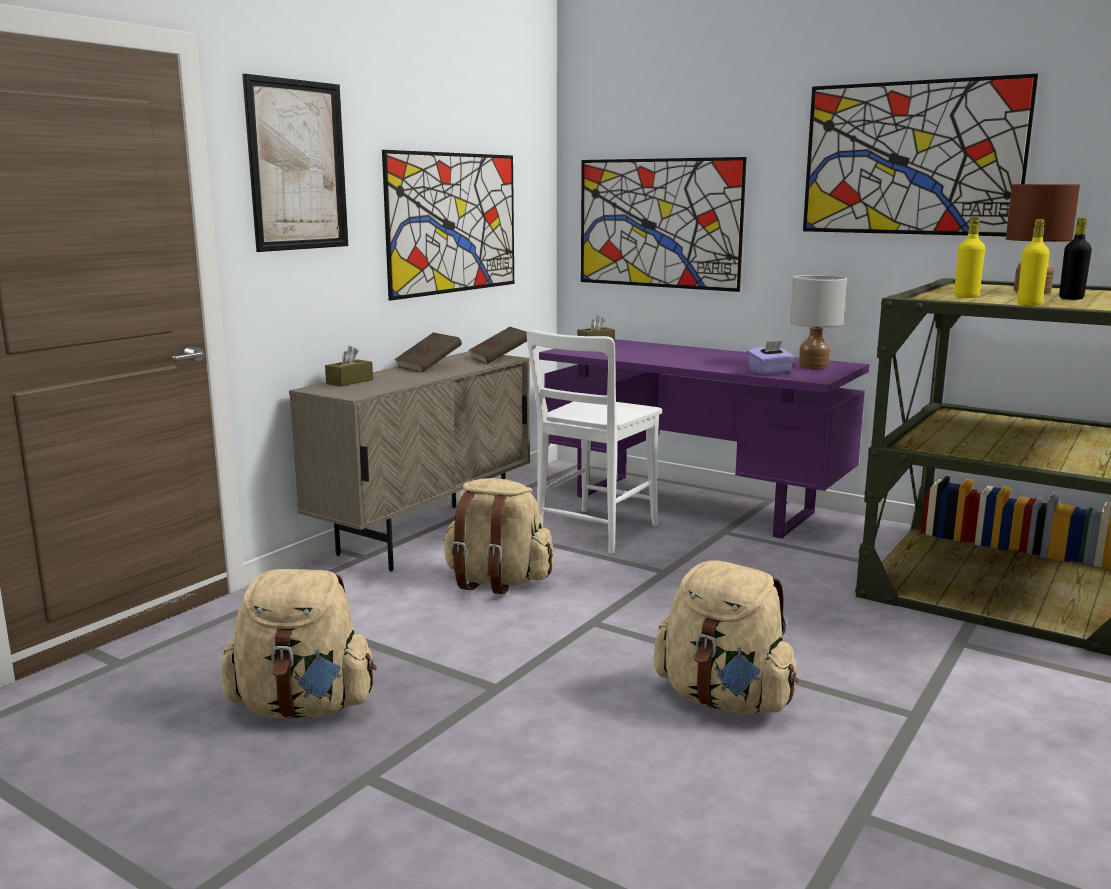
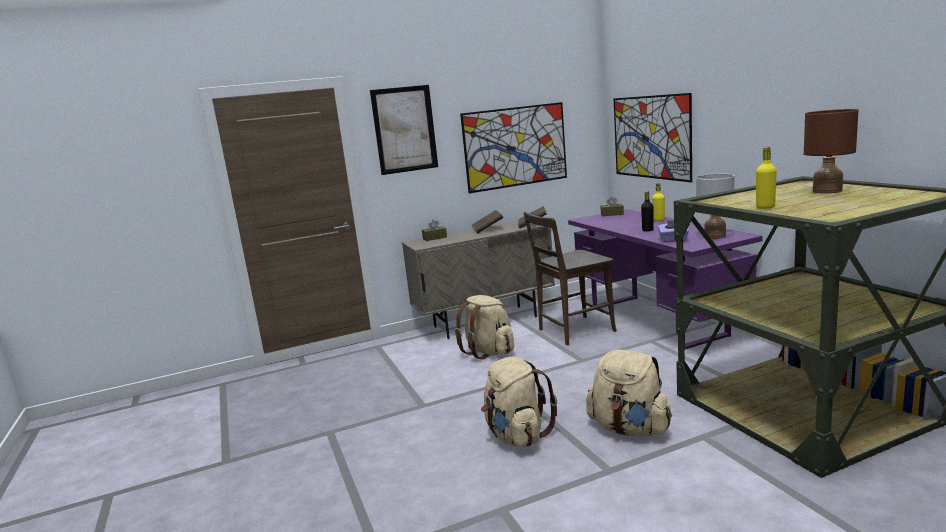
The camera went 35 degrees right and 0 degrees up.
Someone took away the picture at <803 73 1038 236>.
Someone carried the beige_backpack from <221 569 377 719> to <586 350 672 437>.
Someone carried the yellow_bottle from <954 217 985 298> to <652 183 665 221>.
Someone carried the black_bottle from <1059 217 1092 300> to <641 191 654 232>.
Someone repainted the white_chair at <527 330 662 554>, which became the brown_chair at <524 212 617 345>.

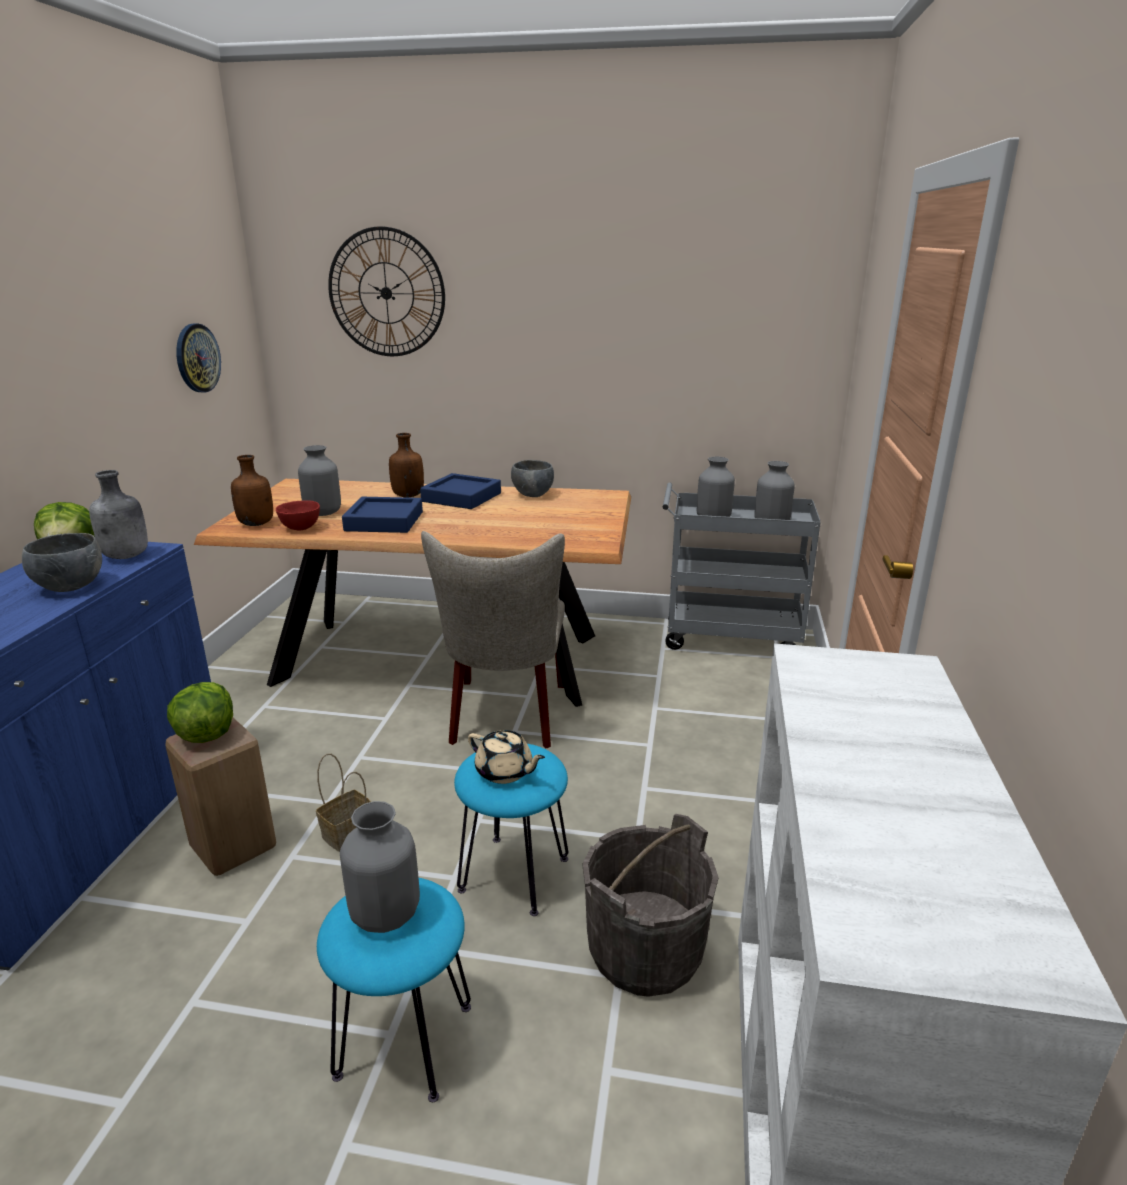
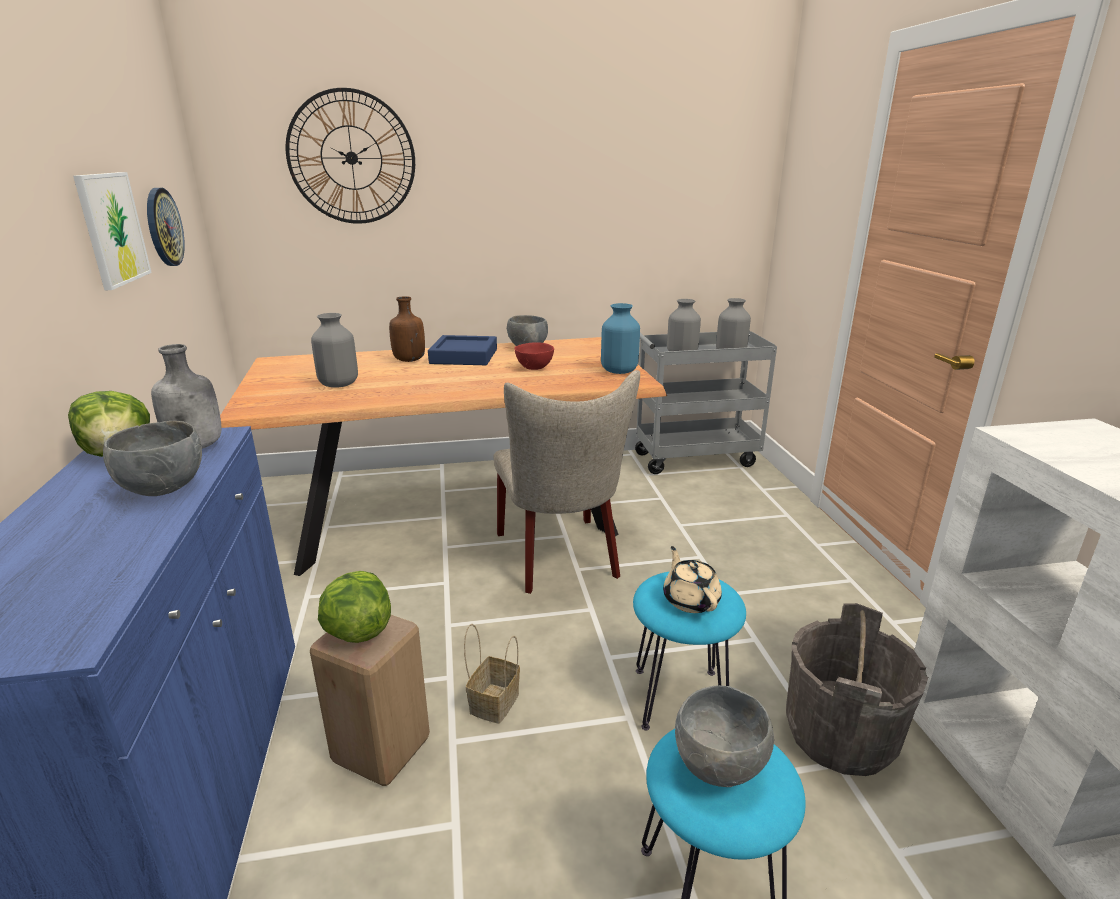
The camera went 20 degrees left and 0 degrees up.
Someone took away the brown_bottle at <231 455 273 526>.
Someone took away the blue_tray at <342 497 423 533>.
Someone put up the picture at <73 172 152 290>.
Someone put down the blue_vase at <601 303 640 374>.
Someone carried the red_bowl from <276 500 320 530> to <514 342 554 370>.
Someone swapped the grey_vase at <340 801 420 933> for the grey_bowl at <675 685 774 787>.
Someone rotated the beige_teapot at <468 730 545 784> by 120 degrees counterclockwise.

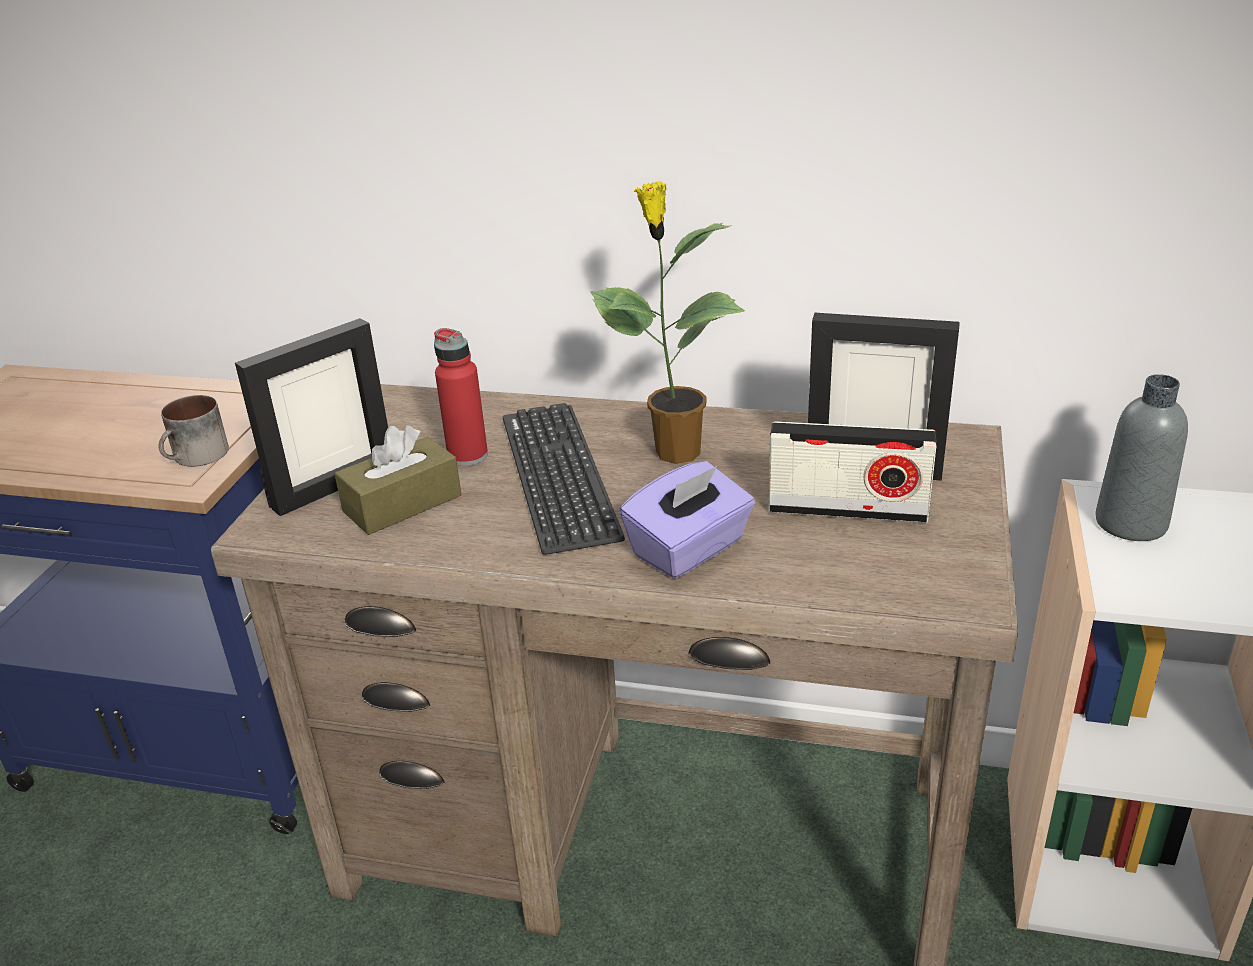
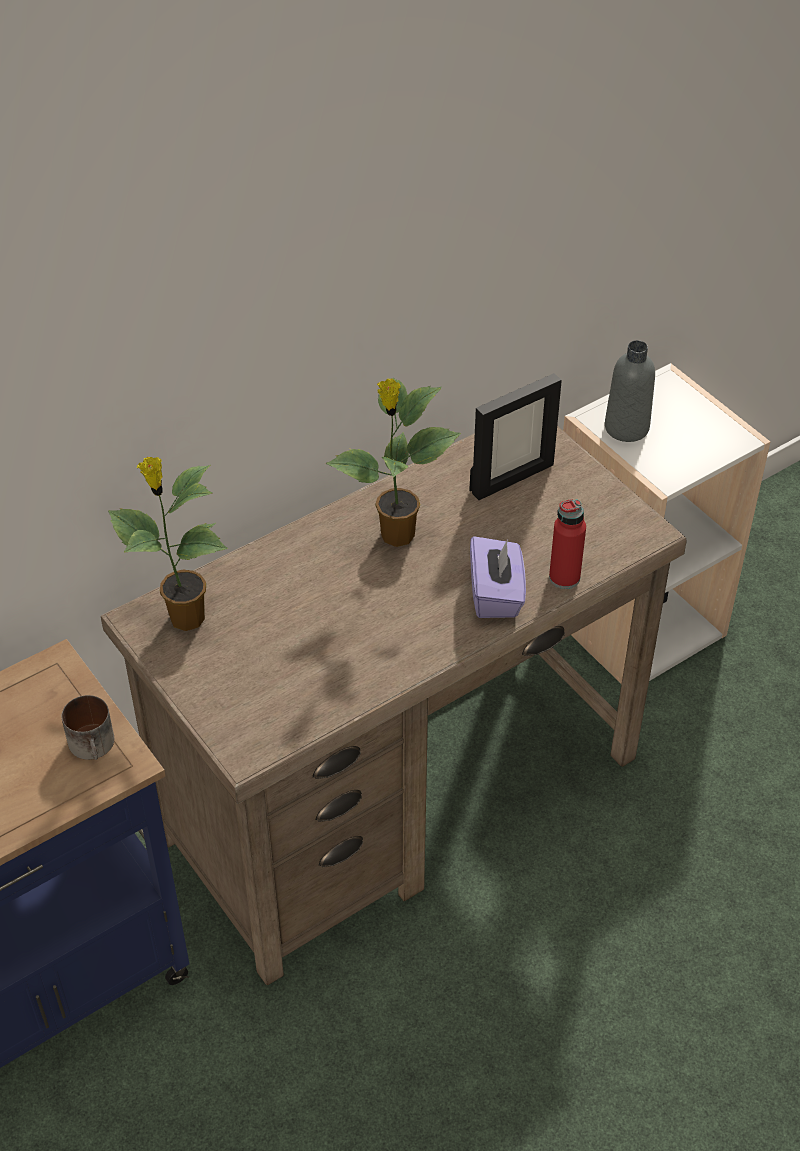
The camera went 50 degrees left and 15 degrees up.
Someone took away the picture_frame at <235 318 388 516>.
Someone took away the brown_tissue_box at <335 425 461 535>.
Someone took away the keyboard at <503 403 625 555>.
Someone took away the radio at <768 421 937 523>.
Someone put down the potted_plant at <108 457 228 631>.
Someone carried the red_bottle from <434 328 488 466> to <549 499 586 589>.

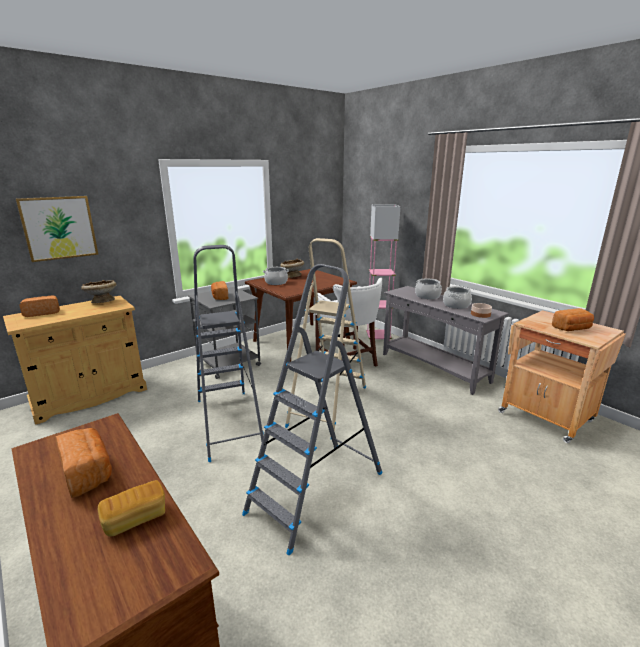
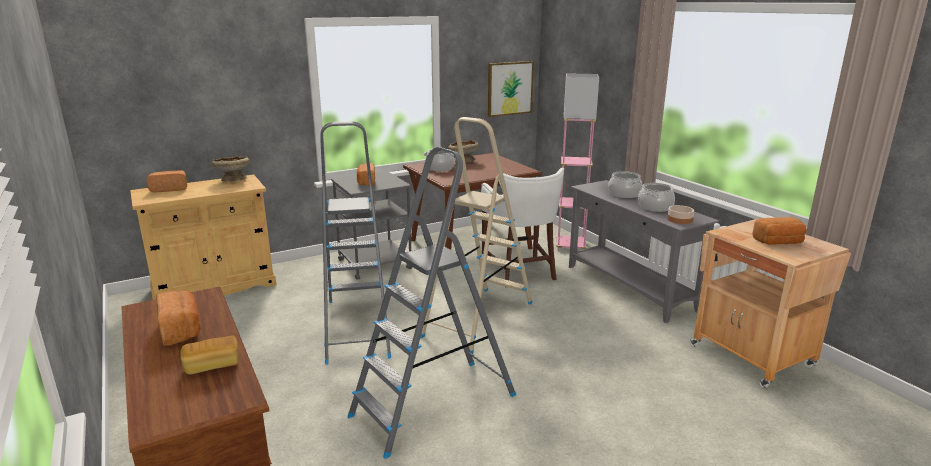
The camera went 10 degrees right and 0 degrees up.
Someone carried the picture from <16 196 99 262> to <488 61 534 117>.

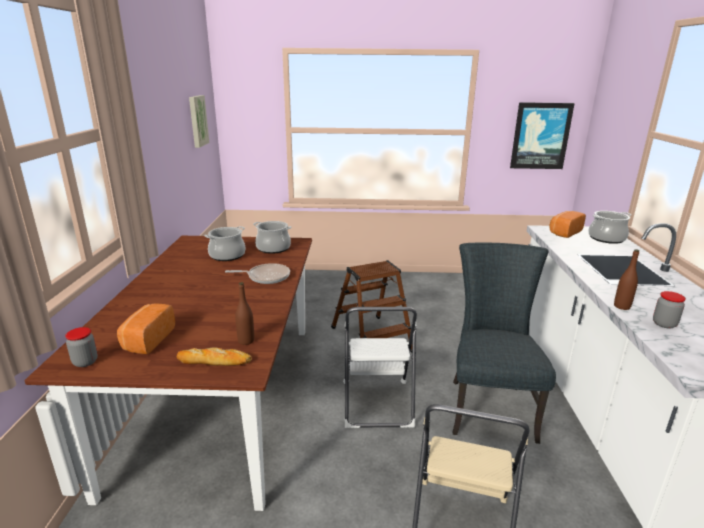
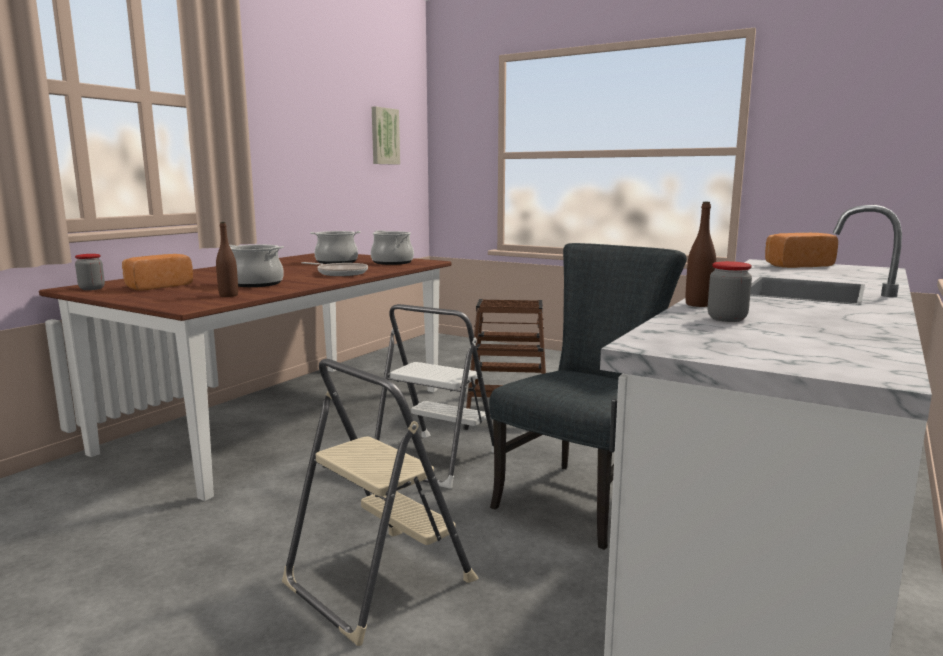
The camera went 30 degrees right and 10 degrees down.
Someone took away the bread at <176 347 252 366>.
Someone took away the picture at <510 102 575 169>.
Someone carried the cooking_pot from <588 211 631 244> to <229 245 284 287>.

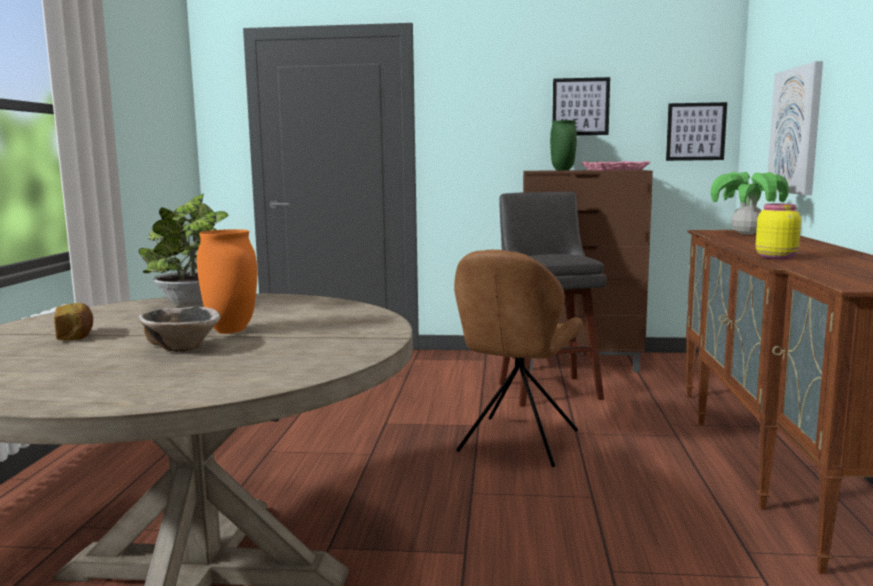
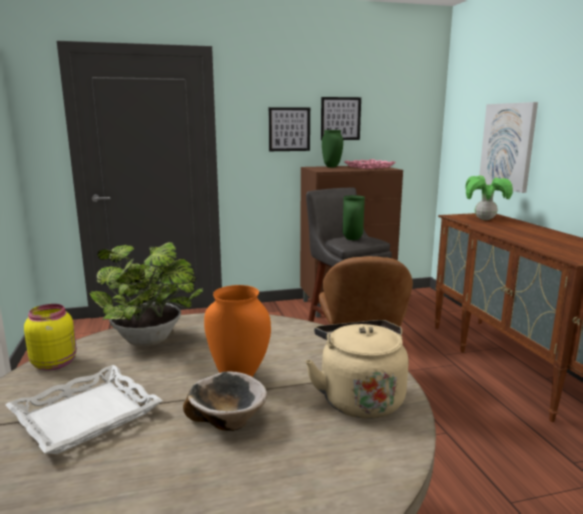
The camera went 20 degrees left and 5 degrees up.
Someone put down the beige_kettle at <305 320 409 419>.
Someone put down the green_vase at <343 195 365 240>.
Someone carried the picture from <666 102 727 161> to <269 107 310 151>.
Someone carried the yellow_jar from <756 204 801 259> to <24 304 77 370>.
Someone swapped the bread at <54 303 93 341> for the white_tray at <5 365 163 454>.

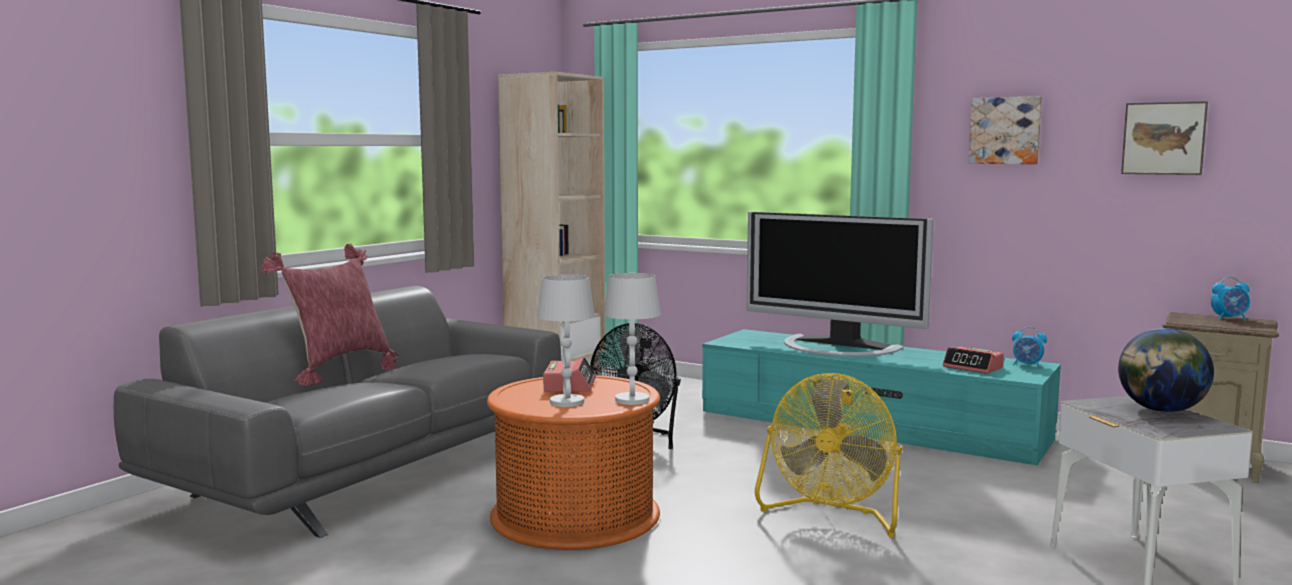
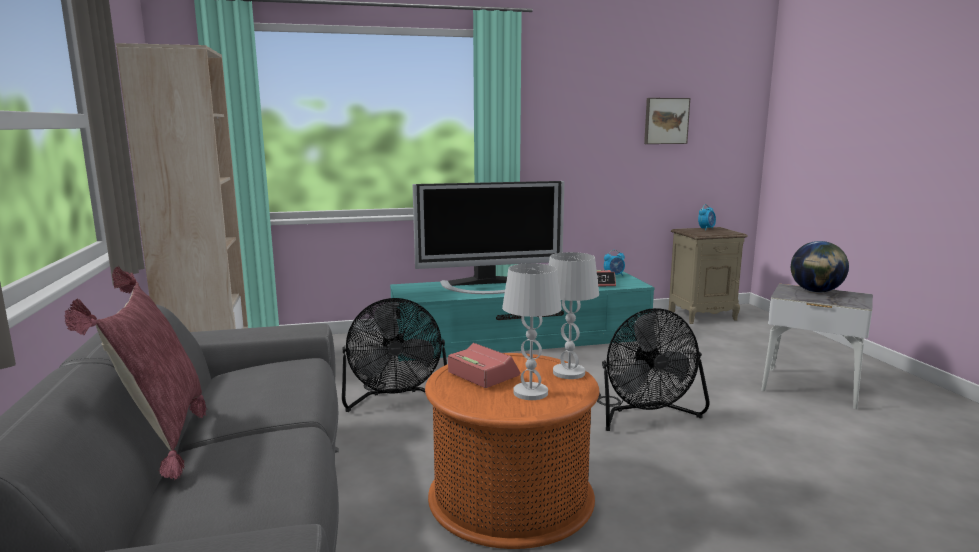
The camera went 45 degrees left and 5 degrees up.
Someone took away the picture at <968 96 1042 164>.
Someone repainted the yellow_fan at <755 373 902 537>, which became the black_fan at <597 308 710 431>.

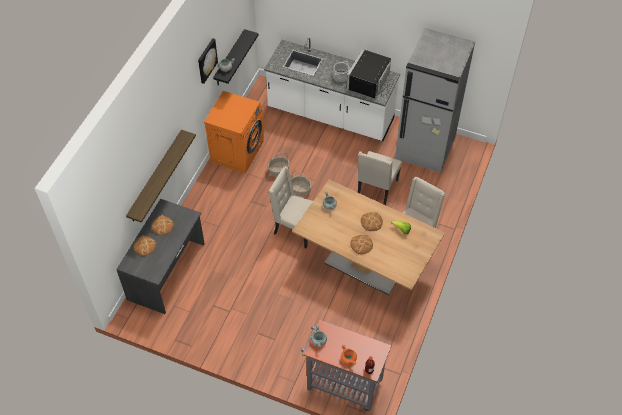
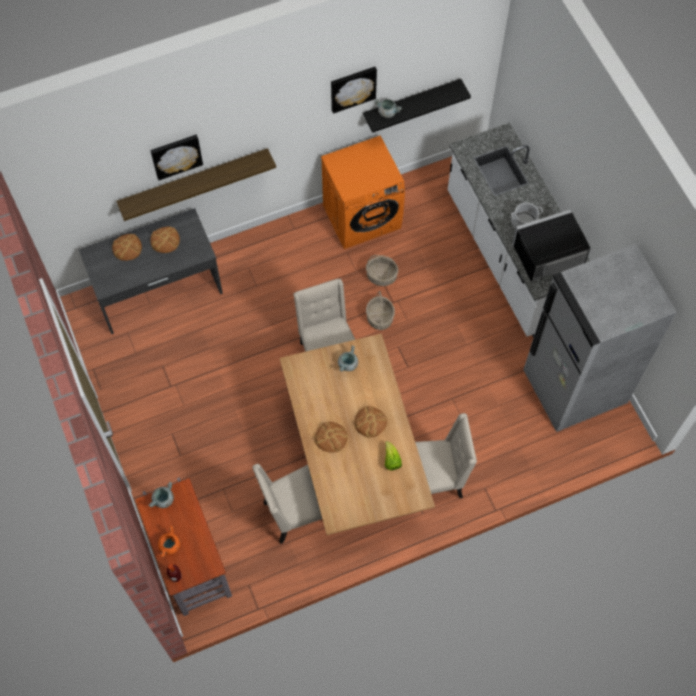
The camera went 45 degrees right and 10 degrees up.
Someone put up the picture at <150 135 203 180>.
Someone carried the beige_chair from <358 151 402 205> to <252 464 322 544>.

